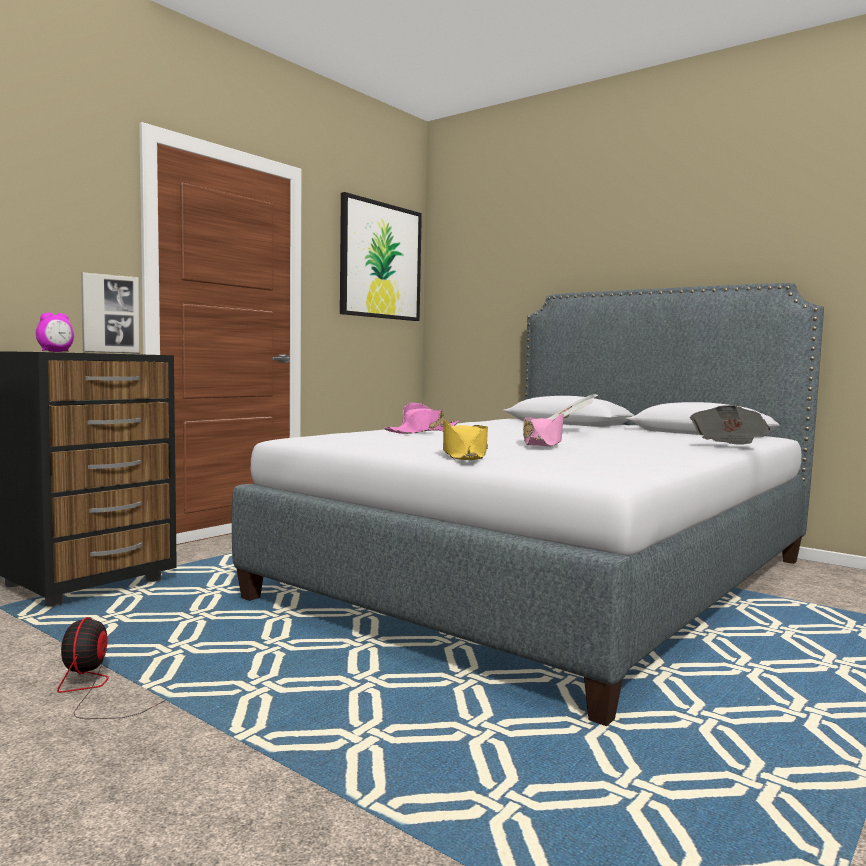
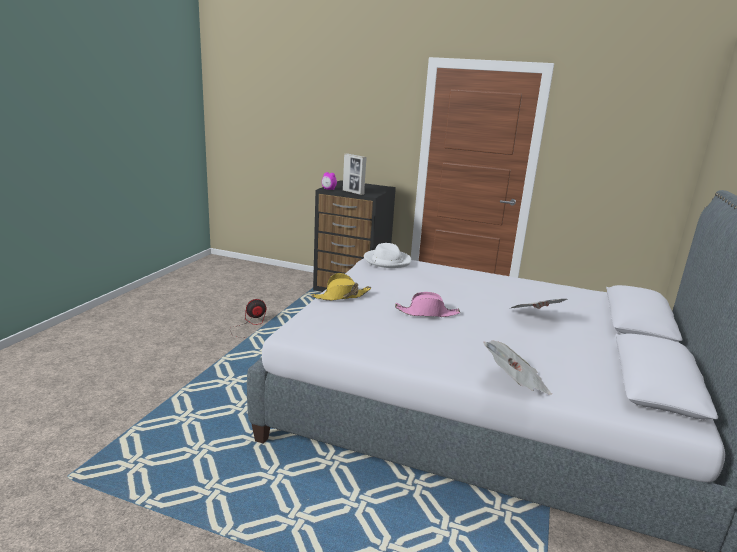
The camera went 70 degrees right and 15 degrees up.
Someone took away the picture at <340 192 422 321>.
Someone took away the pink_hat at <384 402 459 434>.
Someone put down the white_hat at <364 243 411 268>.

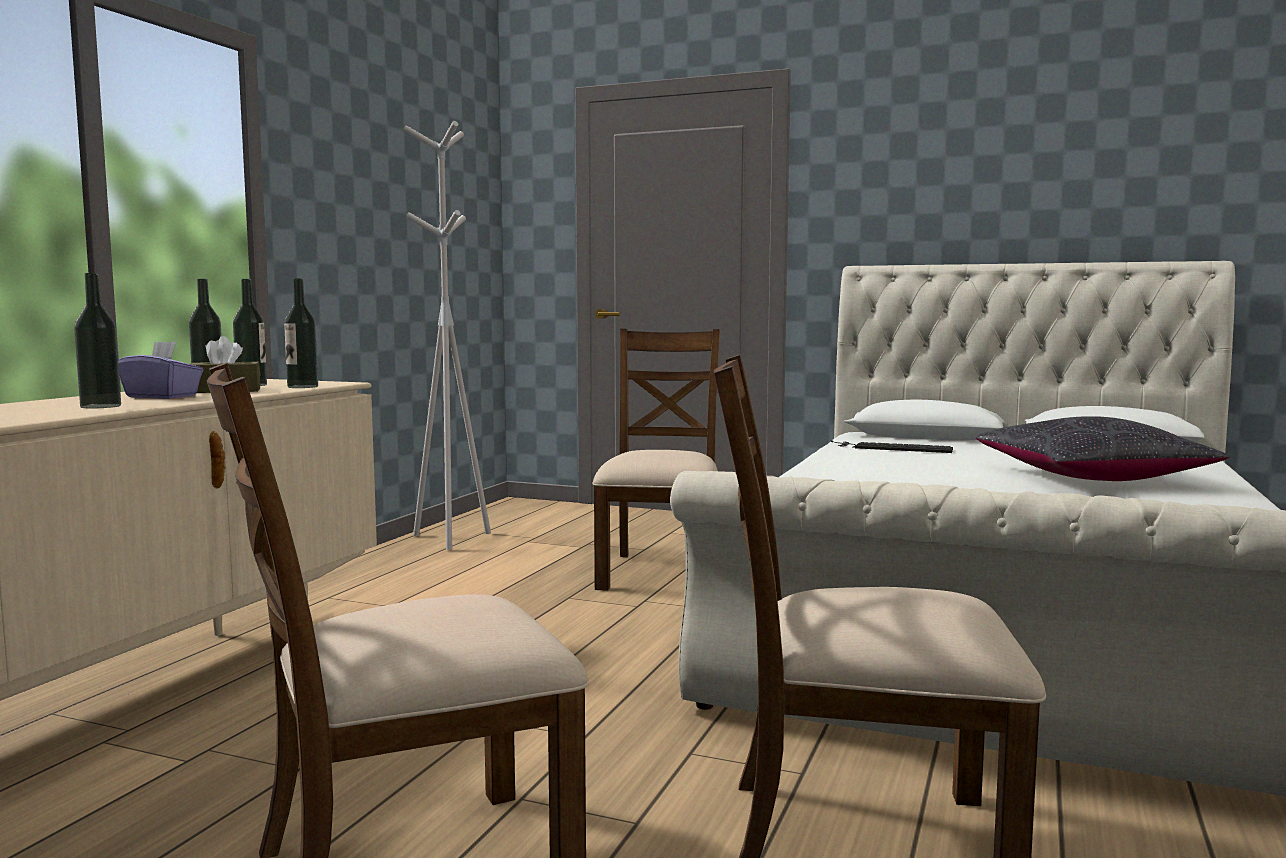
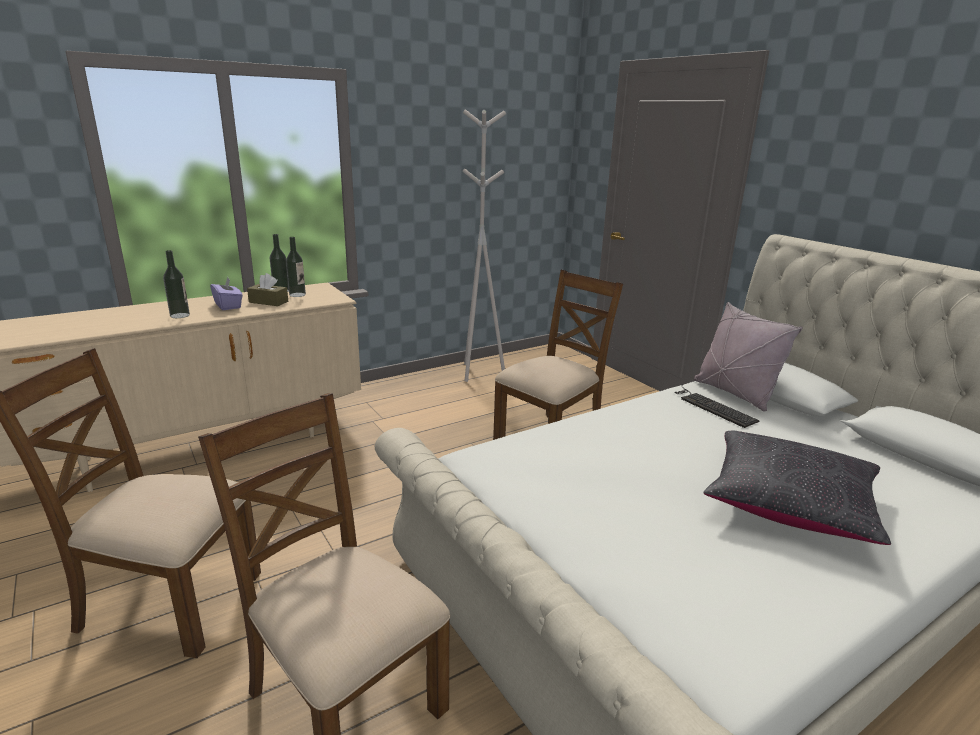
The camera went 35 degrees right and 15 degrees up.
Someone took away the bottle at <284 278 318 388>.
Someone put down the purple_pillow at <694 302 803 412>.

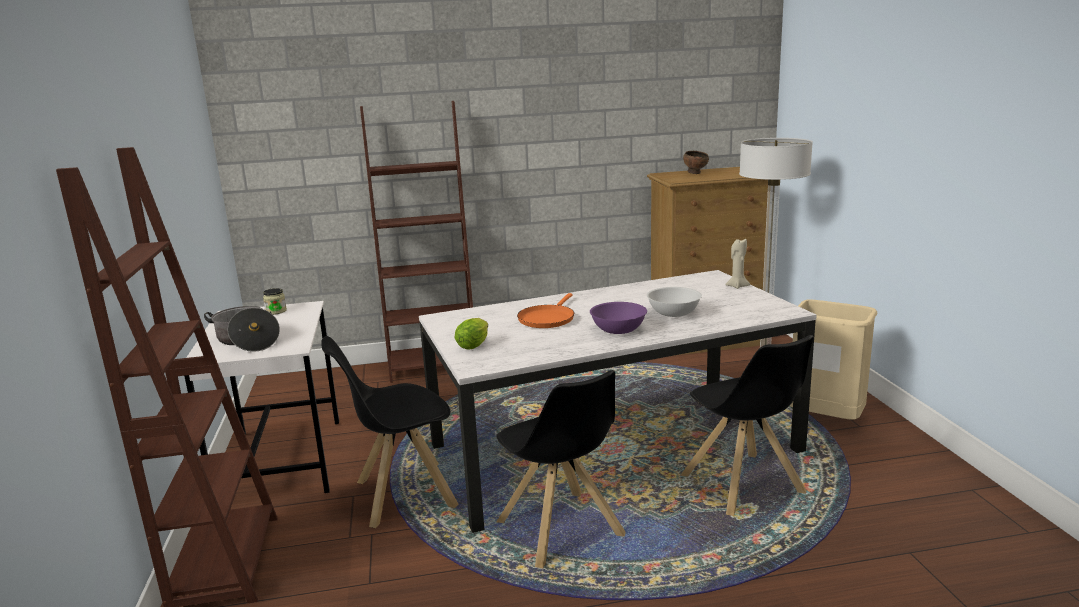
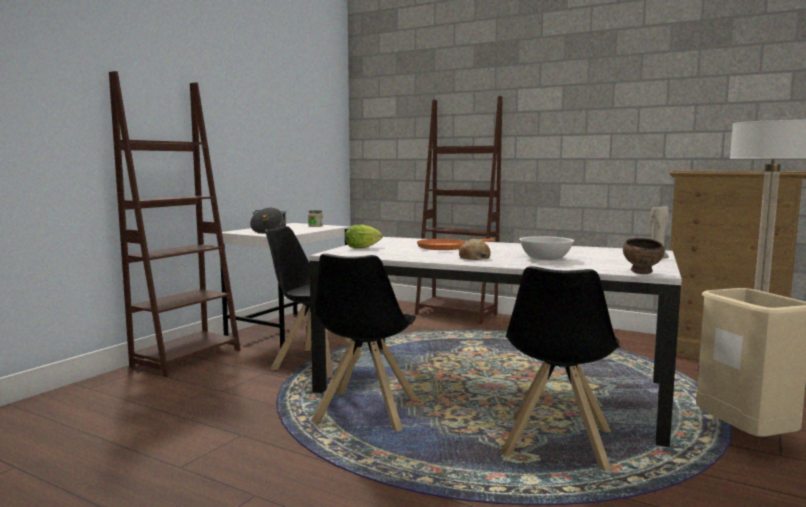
The camera went 40 degrees right and 10 degrees down.
Someone carried the brown_bowl from <683 151 709 174> to <623 238 665 274>.
Someone swapped the purple_bowl at <590 302 647 334> for the bread at <459 239 491 260>.

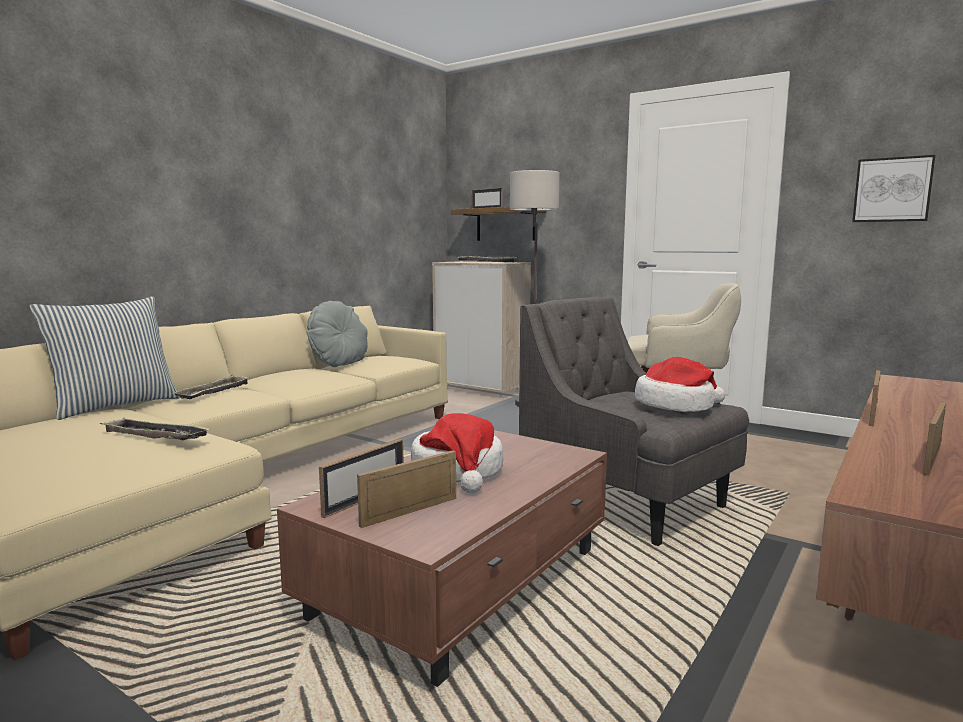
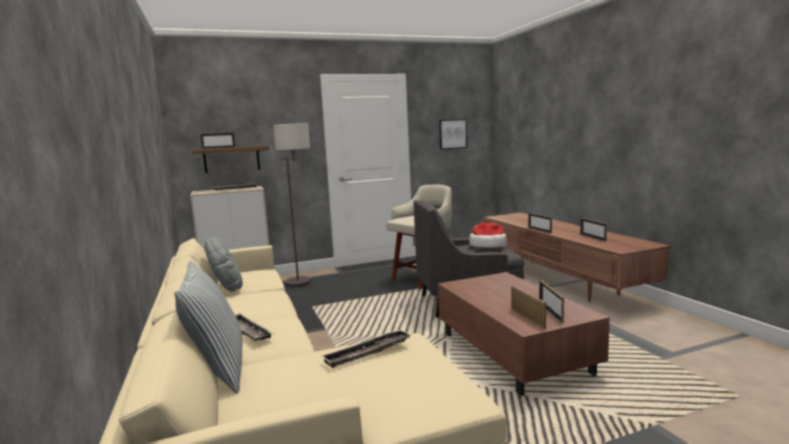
The camera went 55 degrees left and 0 degrees up.
Someone took away the hat at <411 413 504 493>.

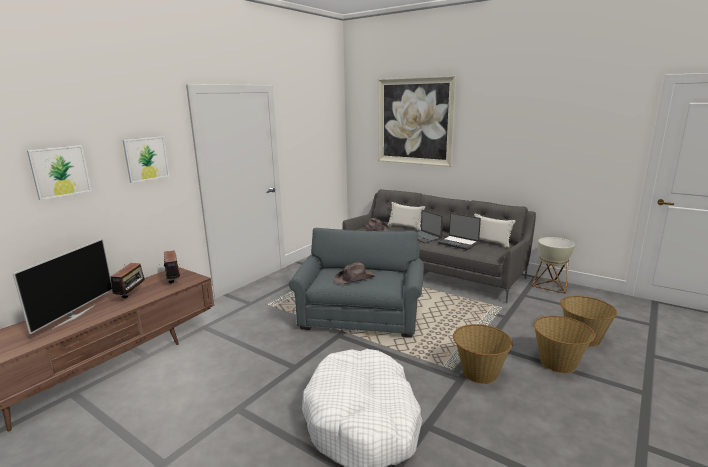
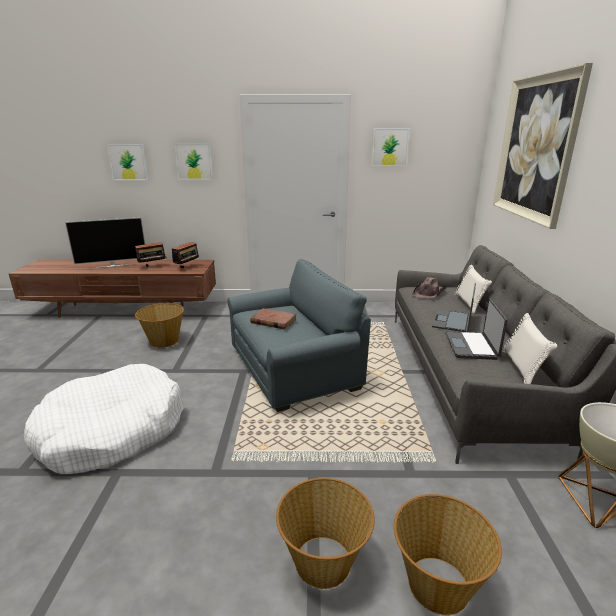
The camera went 55 degrees right and 5 degrees up.
Someone put up the picture at <372 128 410 166>.
Someone carried the basket from <453 324 513 384> to <135 303 184 348>.
Someone swapped the brown_hat at <334 262 375 284> for the brown_book at <250 308 297 330>.

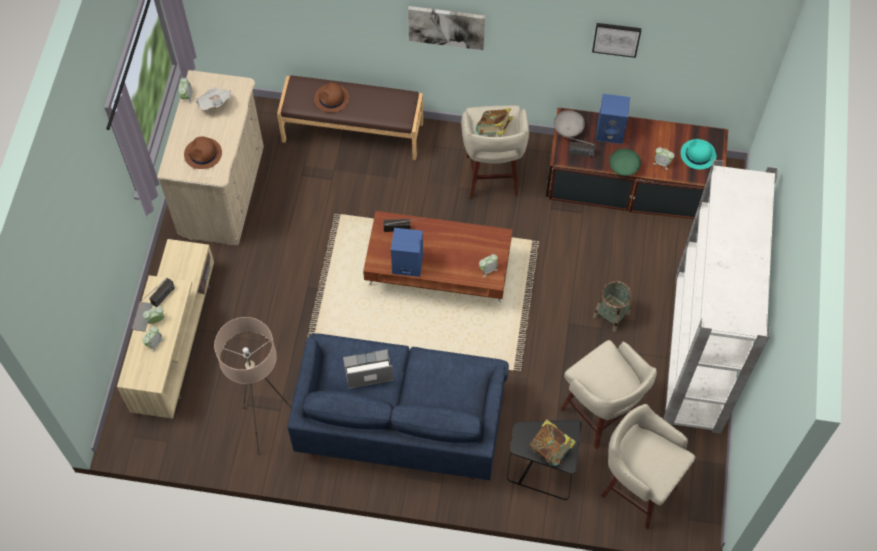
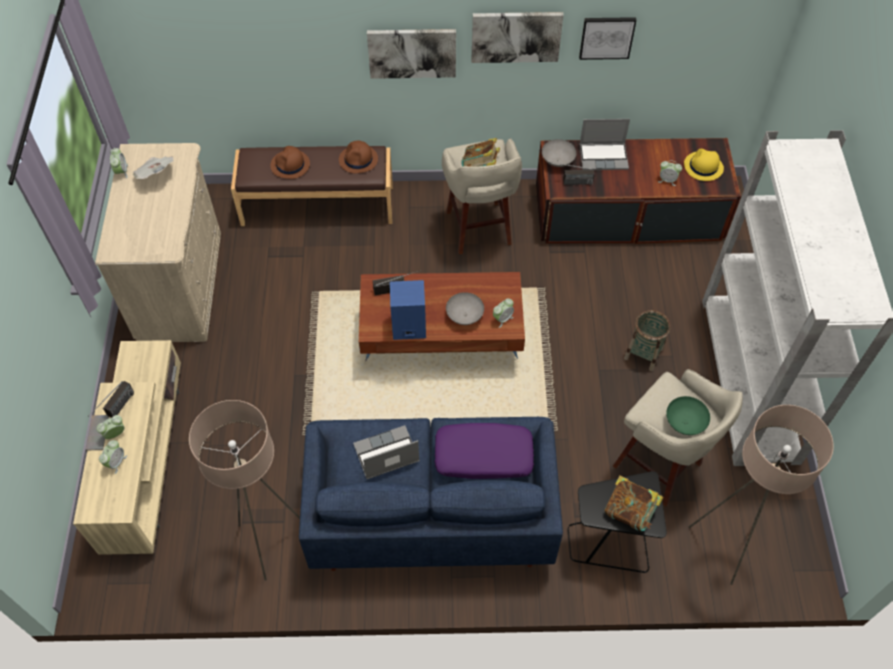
The camera went 10 degrees left and 5 degrees down.
Someone put down the purple_pillow at <434 423 534 479>.
Someone put down the grey_bowl at <446 292 484 325>.
Someone put up the picture at <471 12 564 63>.
Someone carried the brown_hat from <184 137 222 169> to <339 141 378 173>.
Someone carried the green_bowl from <609 148 641 176> to <666 396 710 435>.
Someone swapped the blue_speaker at <596 94 630 144> for the laptop at <579 119 630 170>.
Someone swapped the beige_stool at <601 404 695 530> for the beige_floor_lamp at <688 405 834 585>.
Someone repainted the turquoise_hat at <681 139 716 170>, which became the yellow_hat at <684 149 724 181>.

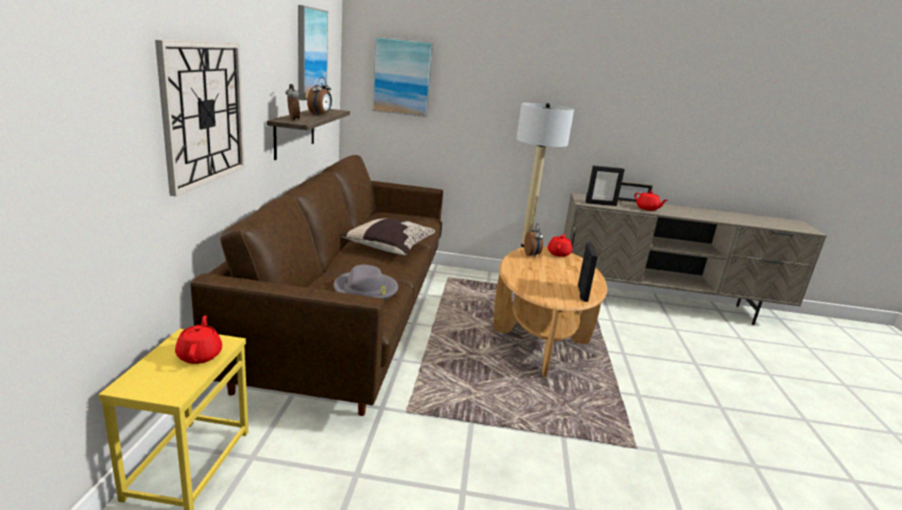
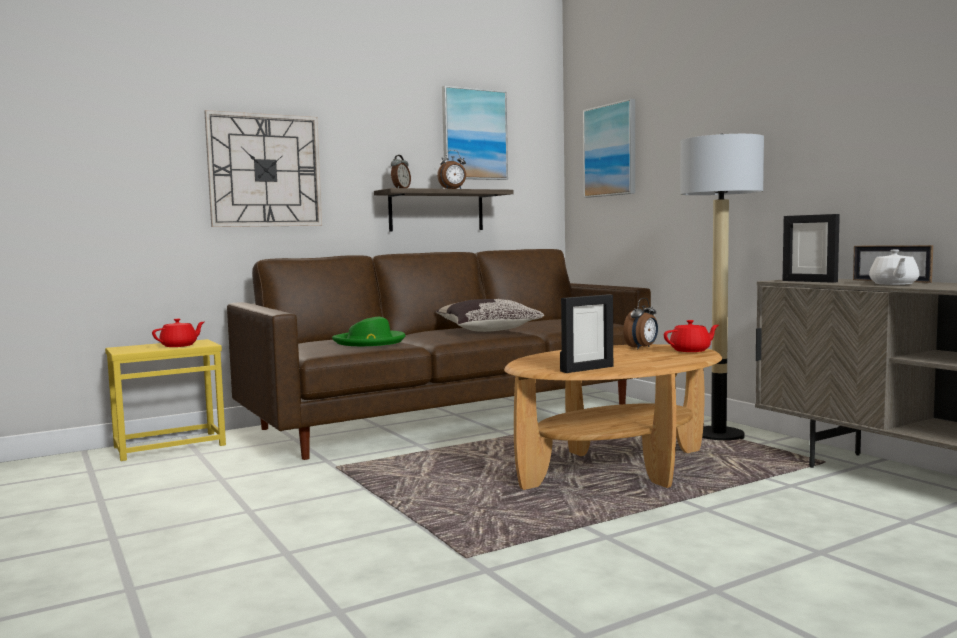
The camera went 55 degrees right and 15 degrees down.
Someone repainted the grey_hat at <334 265 398 300>, which became the green_hat at <332 317 406 346>.
Someone repainted the red_teapot at <634 191 668 211>, which became the white_teapot at <869 249 919 285>.

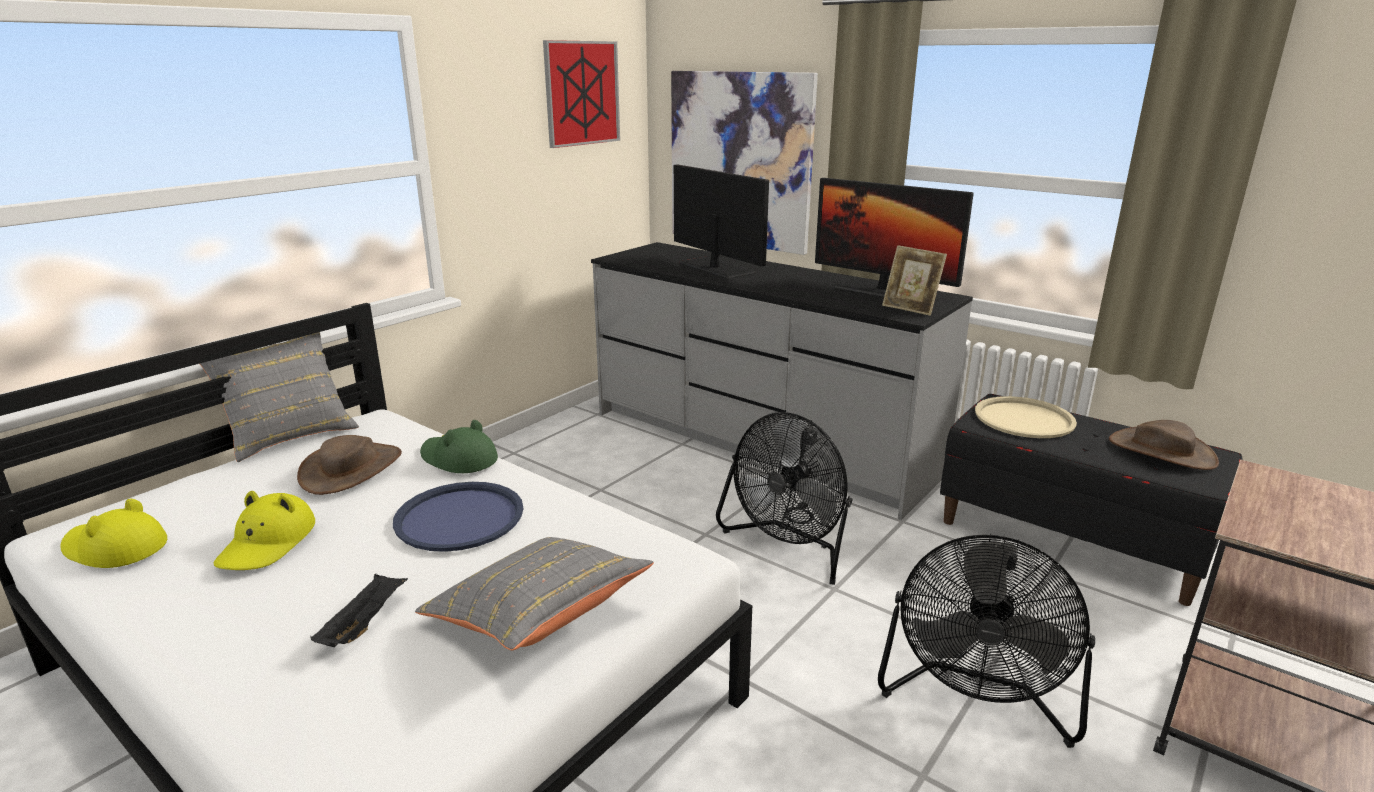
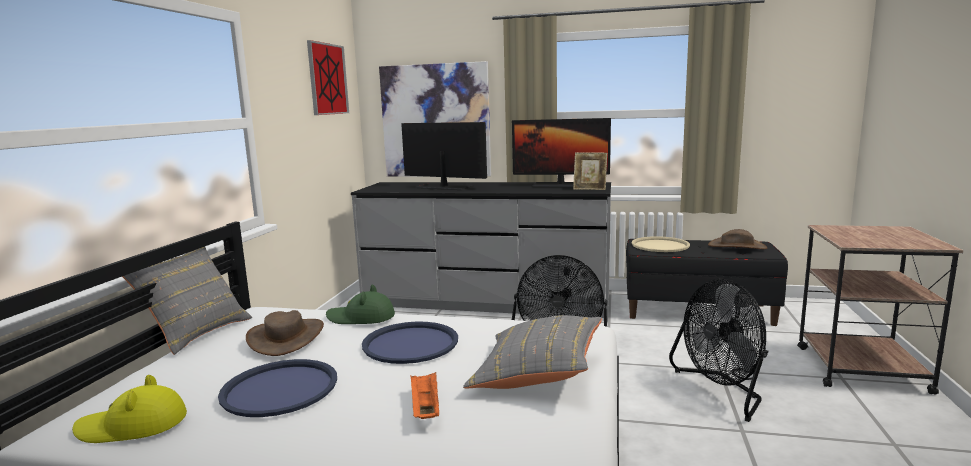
The camera went 25 degrees left and 10 degrees down.
Someone swapped the yellow_hat at <214 491 315 570> for the blue_tray at <218 359 337 417>.
Someone repainted the black_tray at <310 574 408 647>, which became the orange_tray at <410 372 439 419>.
Someone rotated the black_fan at <878 534 1095 748> by 75 degrees clockwise.

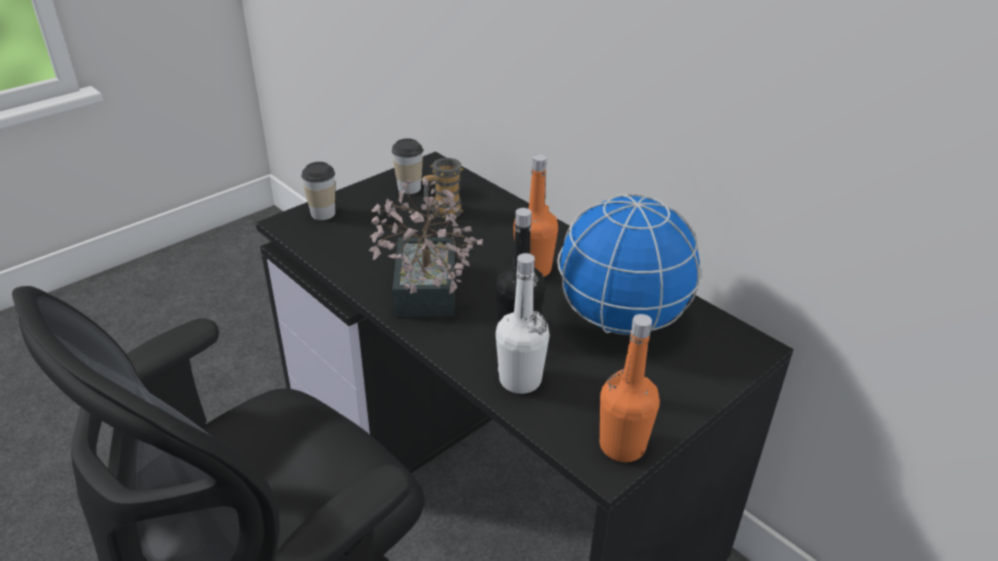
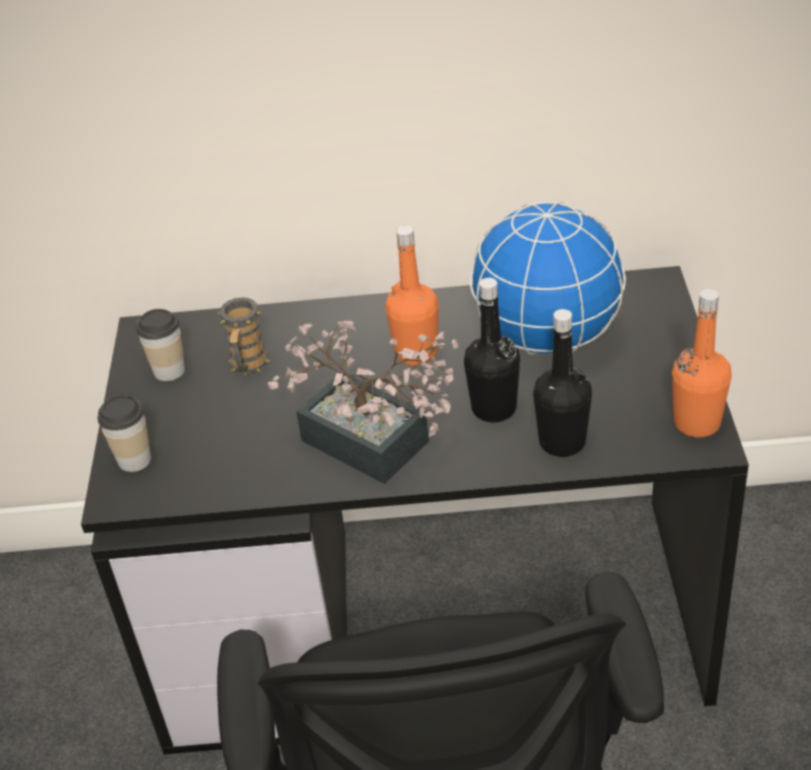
The camera went 45 degrees left and 5 degrees up.
Someone repainted the white_bottle at <496 253 550 394>, which became the black_bottle at <533 309 592 457>.

